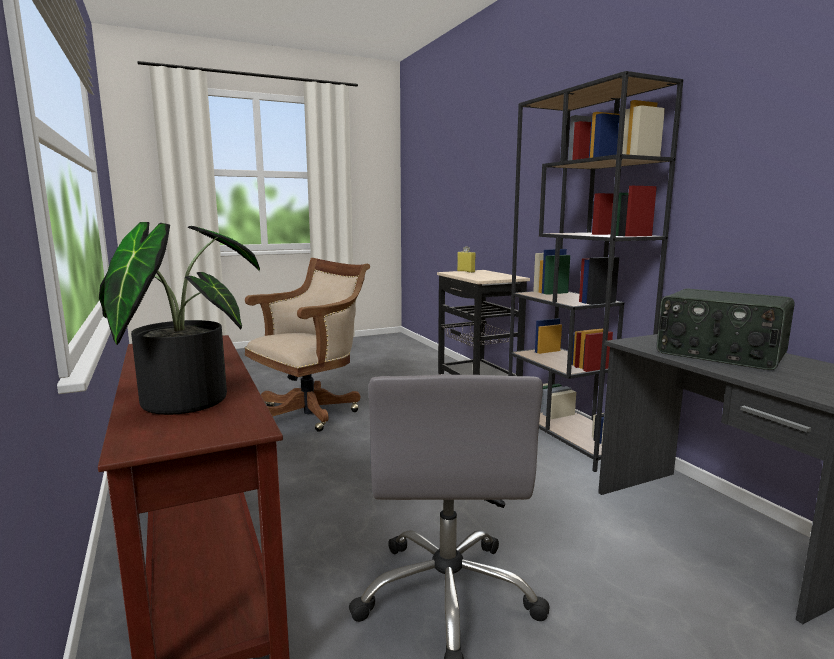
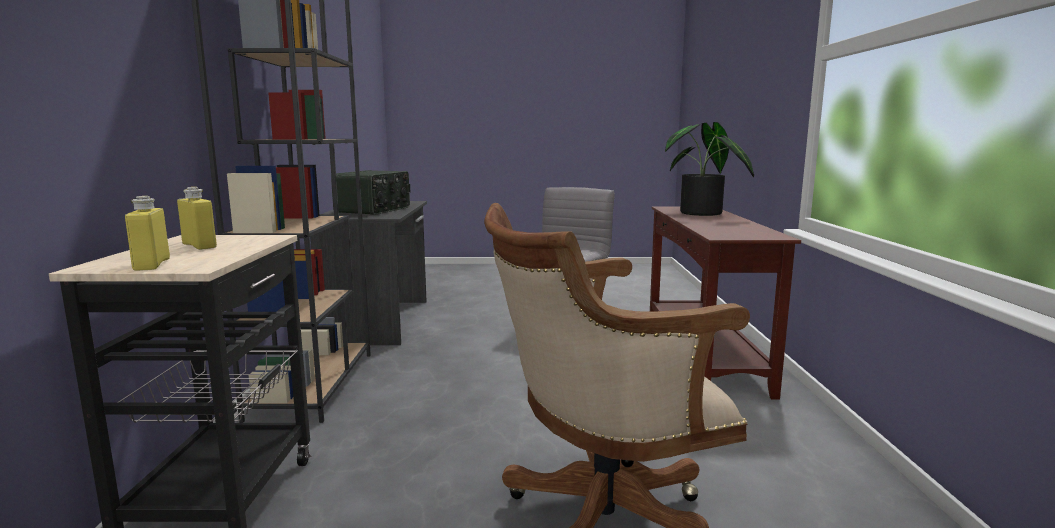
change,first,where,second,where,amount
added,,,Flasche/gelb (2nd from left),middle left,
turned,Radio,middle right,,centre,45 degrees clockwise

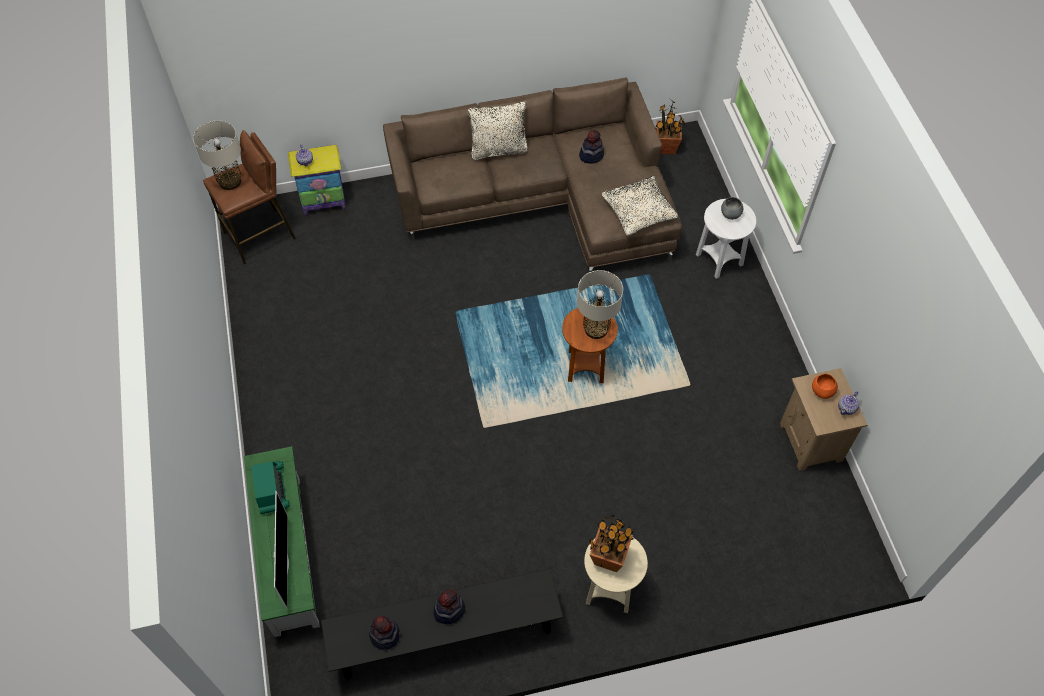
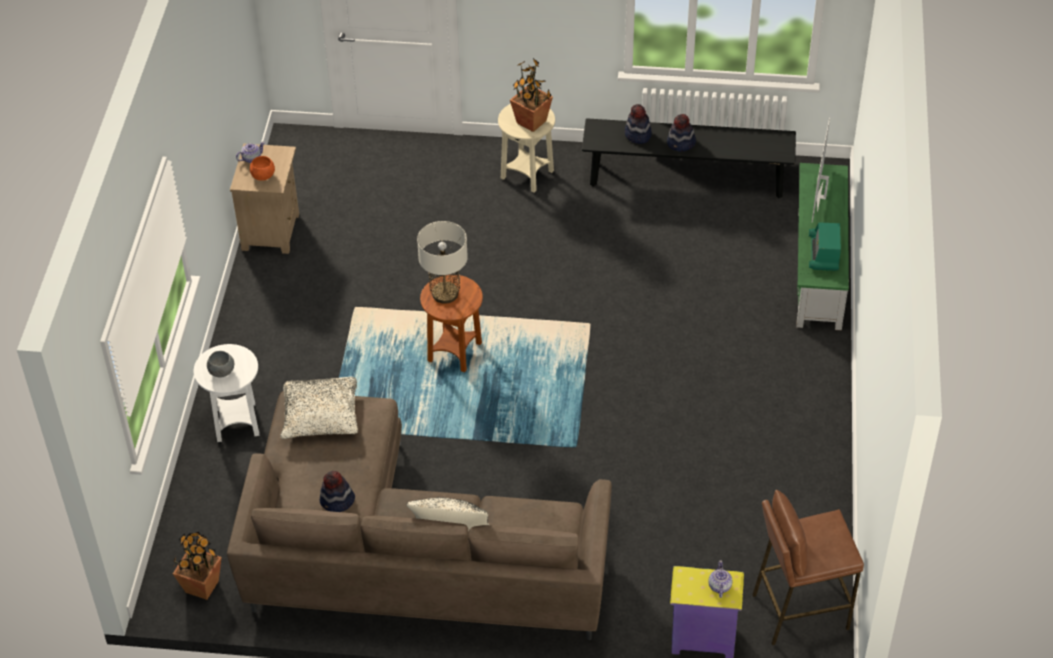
change,first,where,second,where,amount
moved,Hut (1st from left in the first image),bottom centre,Hut (2nd from left),top centre,
removed,Tischlampe (1st from left),top left,,,

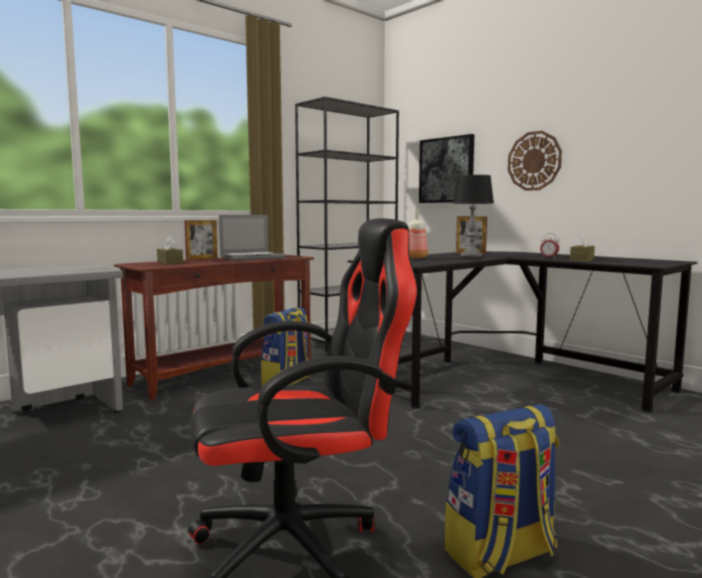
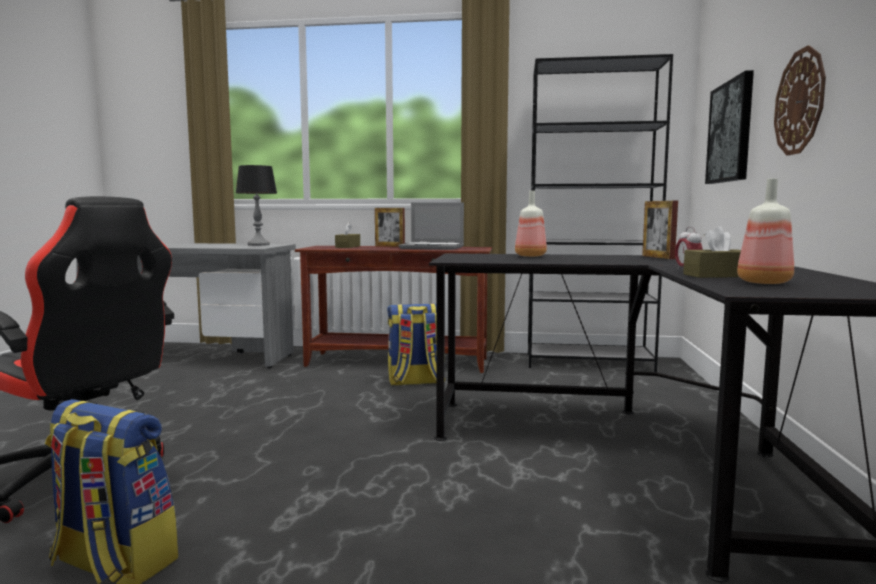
change,first,where,second,where,amount
moved,Tischlampe,middle right,,middle left,
added,,,Flasche (2nd from left),middle right,

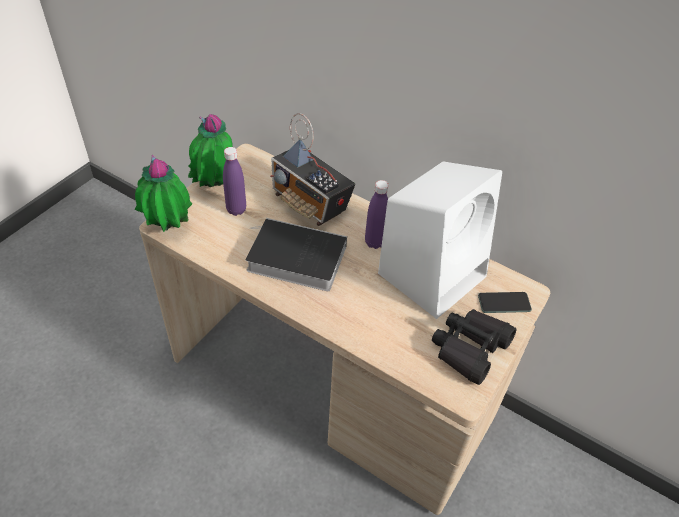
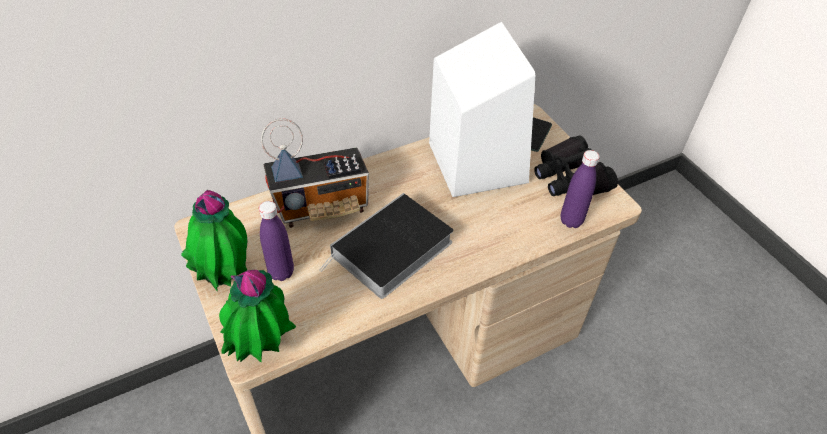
change,first,where,second,where,amount
moved,Flasche/lila (2nd from left),centre,,middle right,

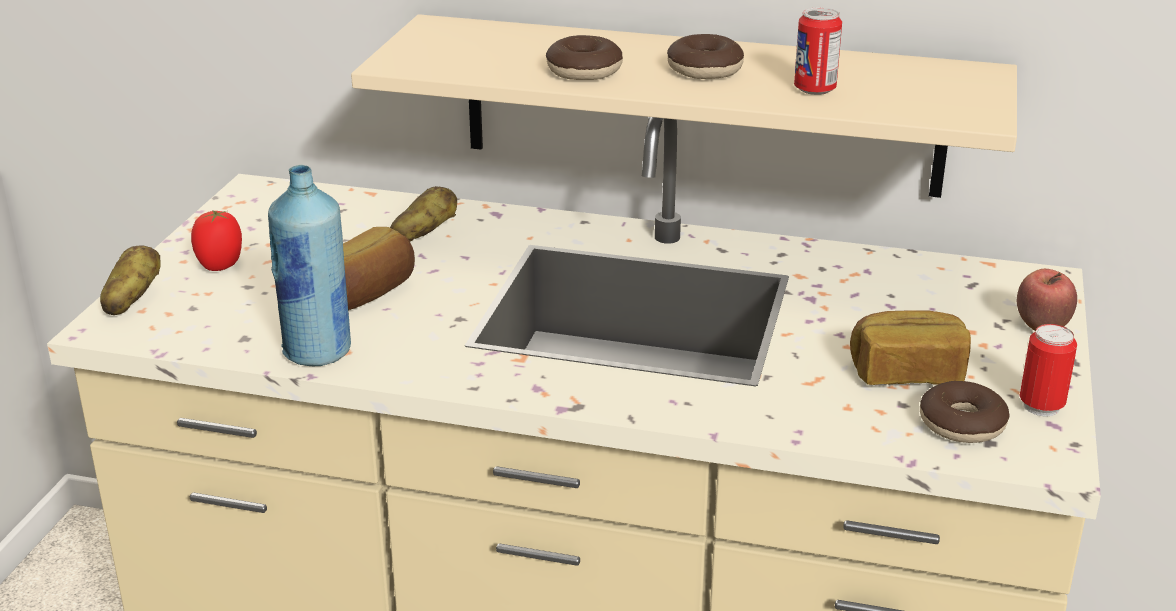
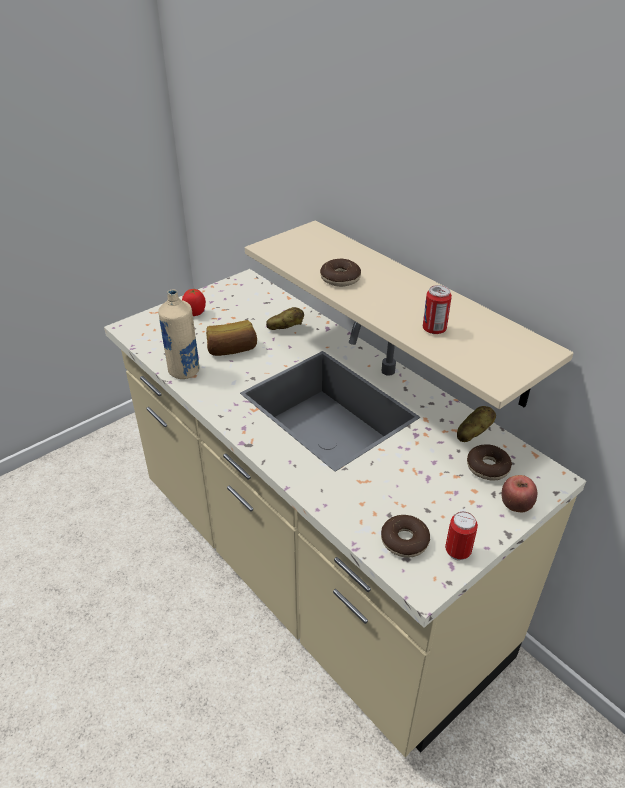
change,first,where,second,where,amount
recoloured,Flasche/blau,middle left,Flasche/beige,middle left,
moved,Kartoffel (1st from left in the first image),middle left,Kartoffel (2nd from left),middle right,
moved,Donut (2nd from left in the first image),top centre,Donut (3rd from left),middle right,
removed,Brot (2nd from left),middle right,,,

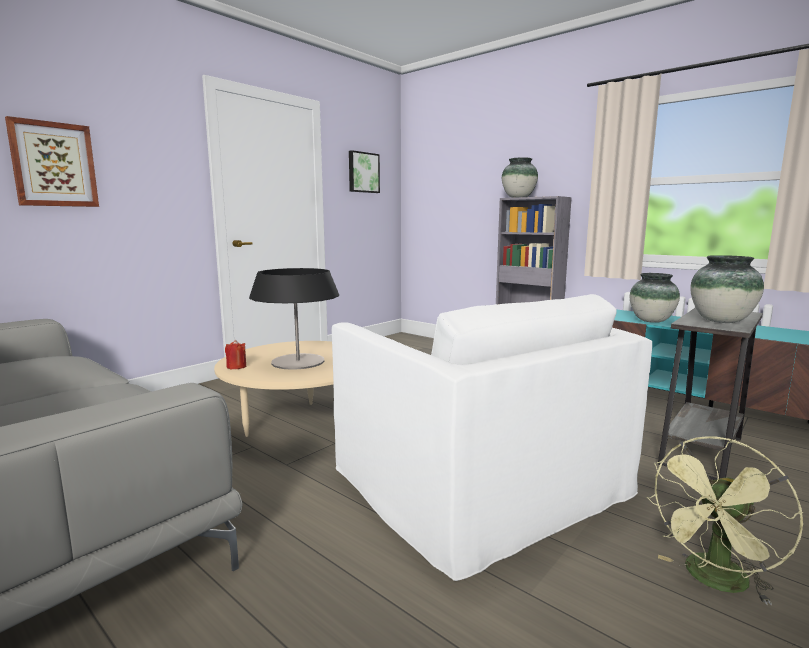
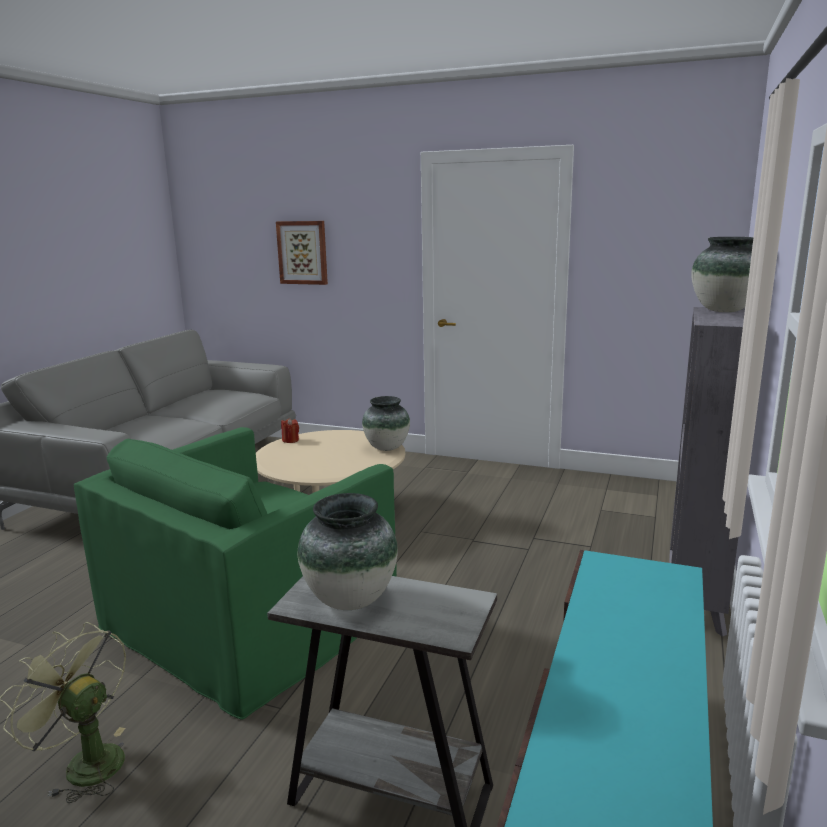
change,first,where,second,where,amount
recoloured,Sessel/weiß,bottom centre,Sessel/grün,bottom left,
moved,Vase (2nd from left),middle right,,centre,
removed,Tischlampe,centre,,,
removed,Bild (2nd from left),top centre,,,

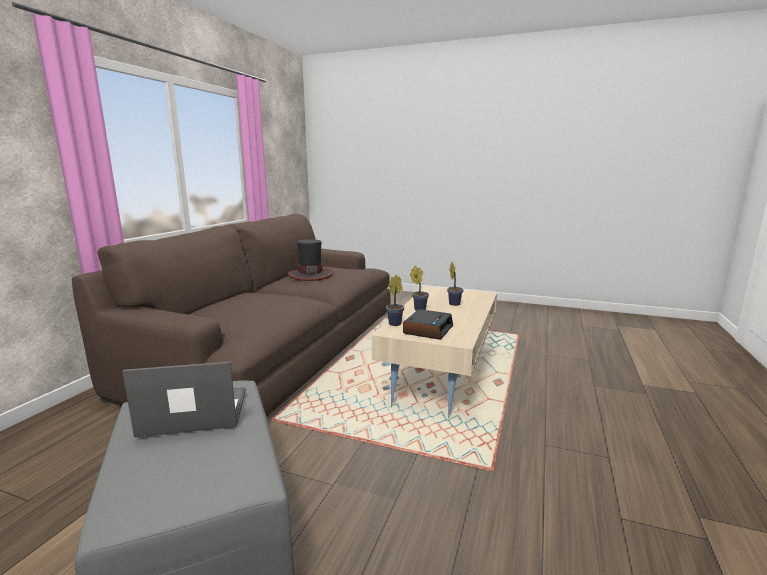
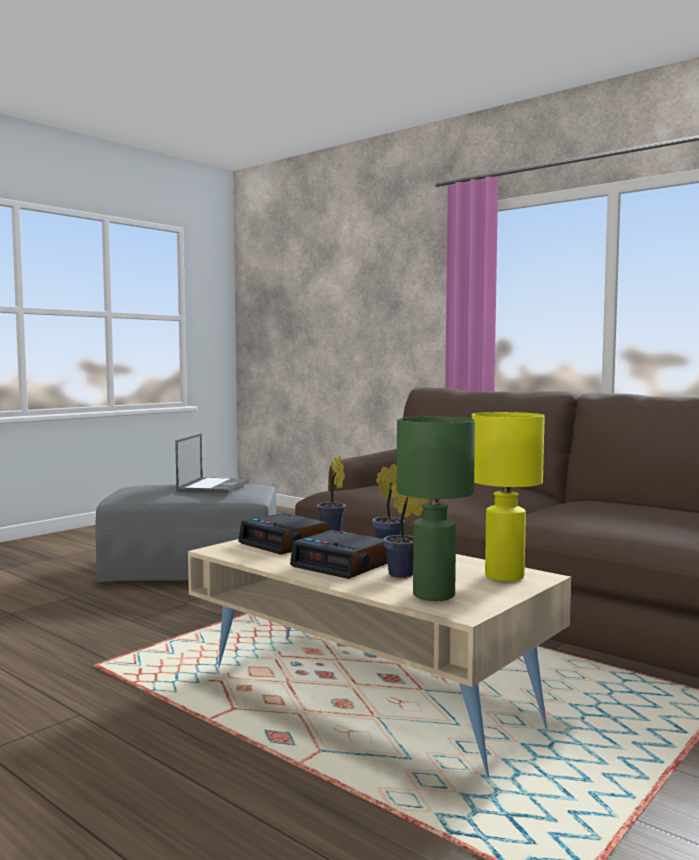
change,first,where,second,where,amount
added,,,Wecker (2nd from left),centre,
added,,,Tischlampe/grün,centre,
added,,,Tischlampe/gelb,middle right,
removed,Hut,centre,,,

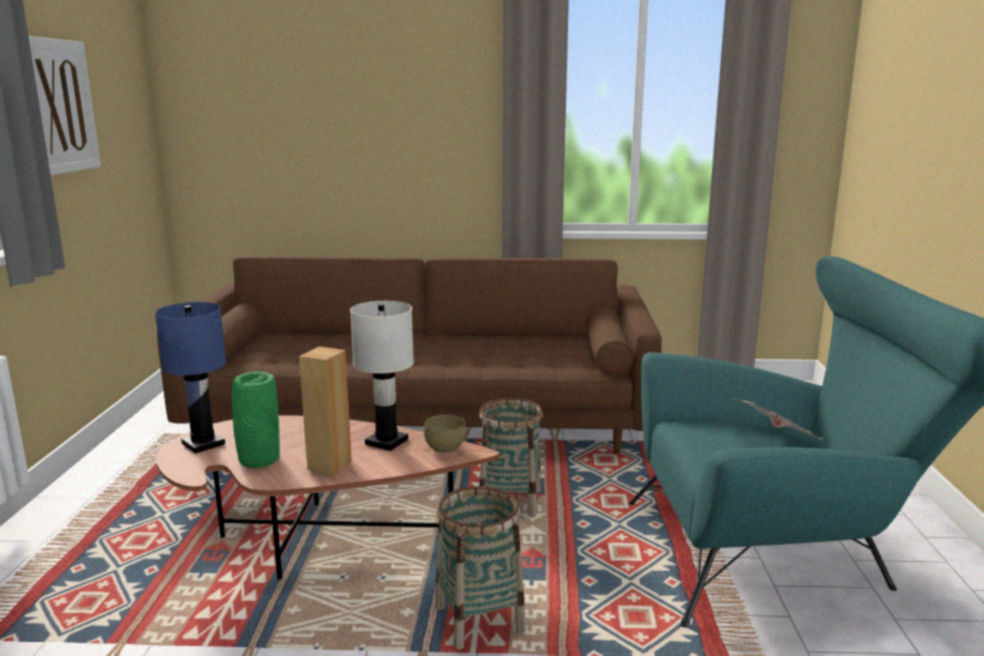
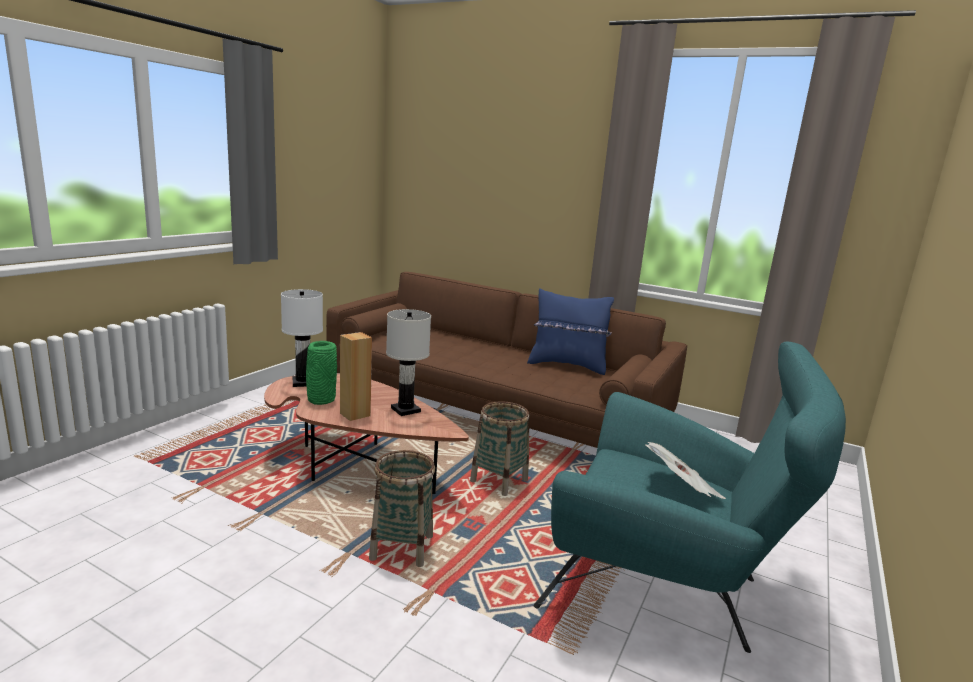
change,first,where,second,where,amount
recoloured,Tischlampe/blau,middle left,Tischlampe/weiß (1st from left),middle left,
added,,,Kissen/blau,centre,
removed,Bild,top left,,,
removed,Schüssel/braun,centre,,,

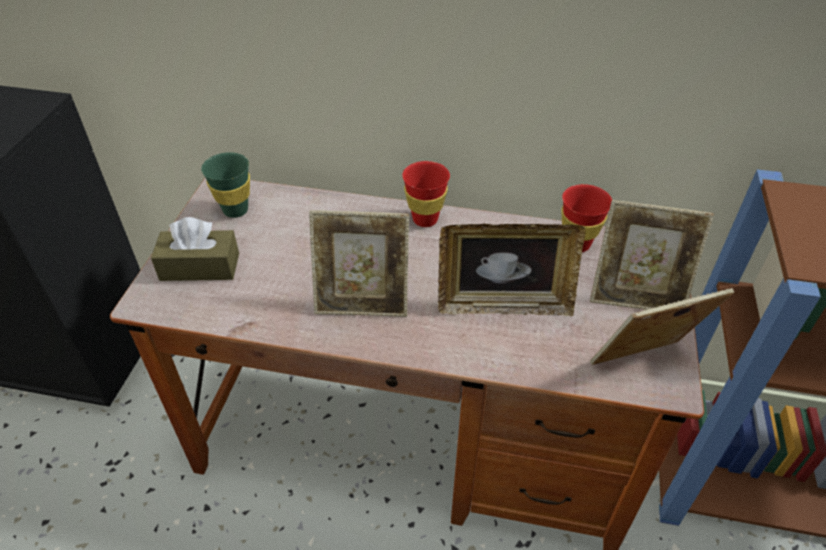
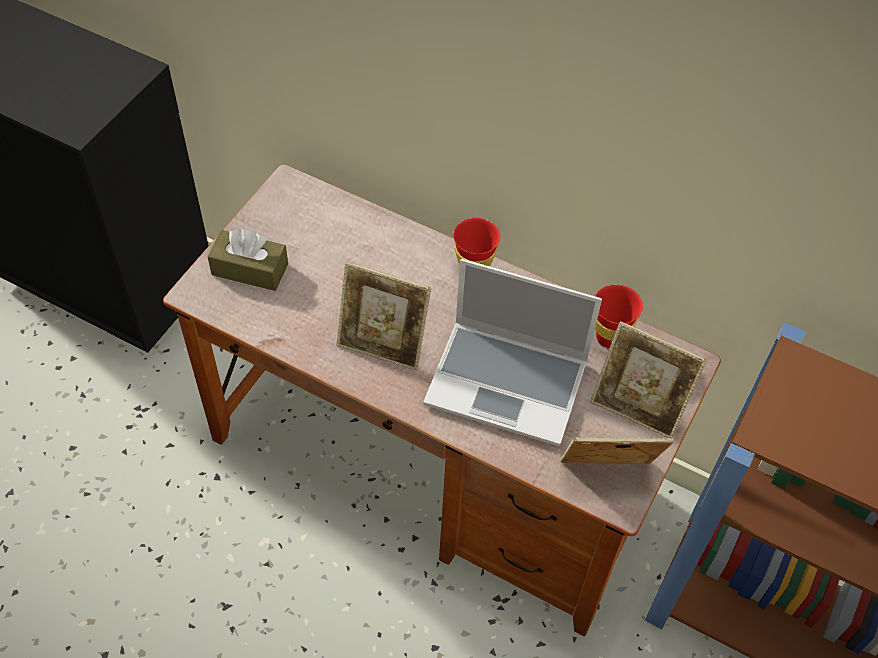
change,first,where,second,where,amount
replaced,Bilderrahmen (2nd from left),centre,Laptop,centre,
removed,Tasse/grün,middle left,,,

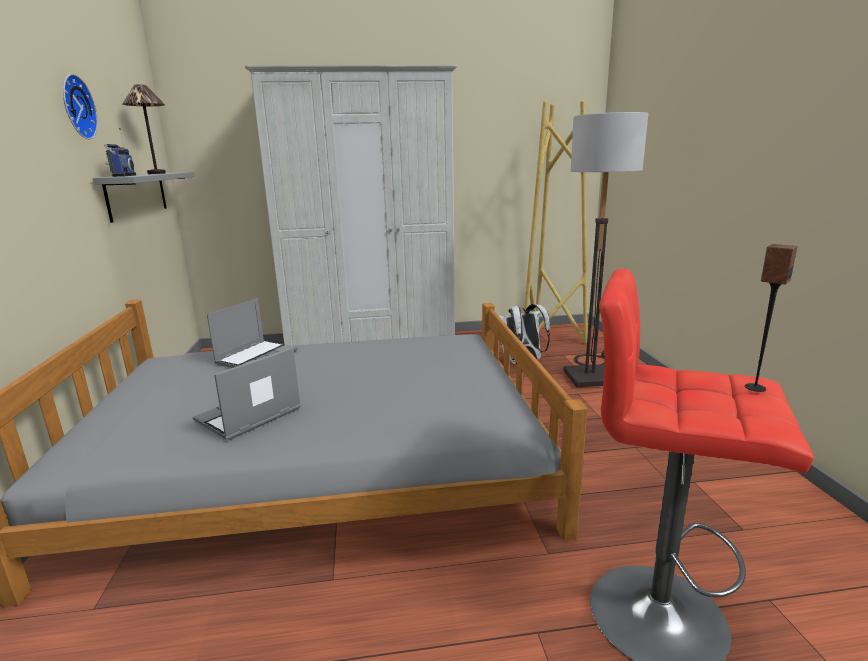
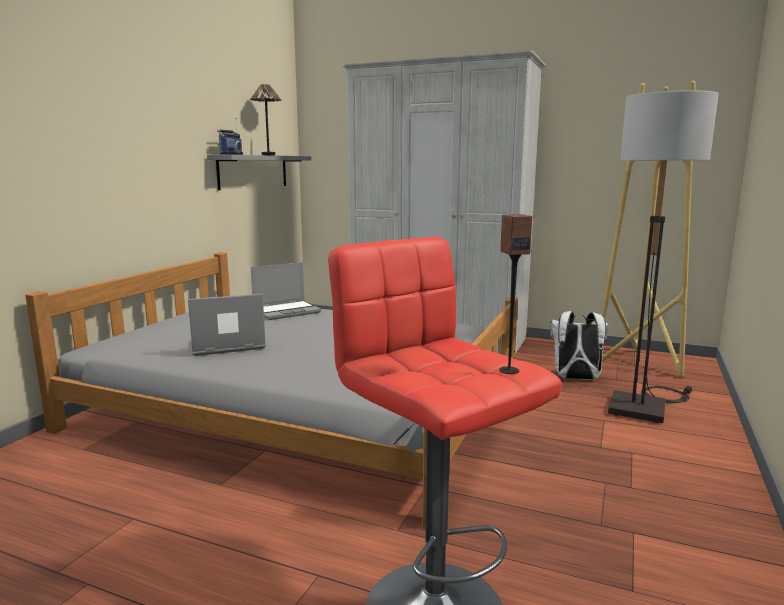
change,first,where,second,where,amount
removed,Wanduhr,top left,,,

